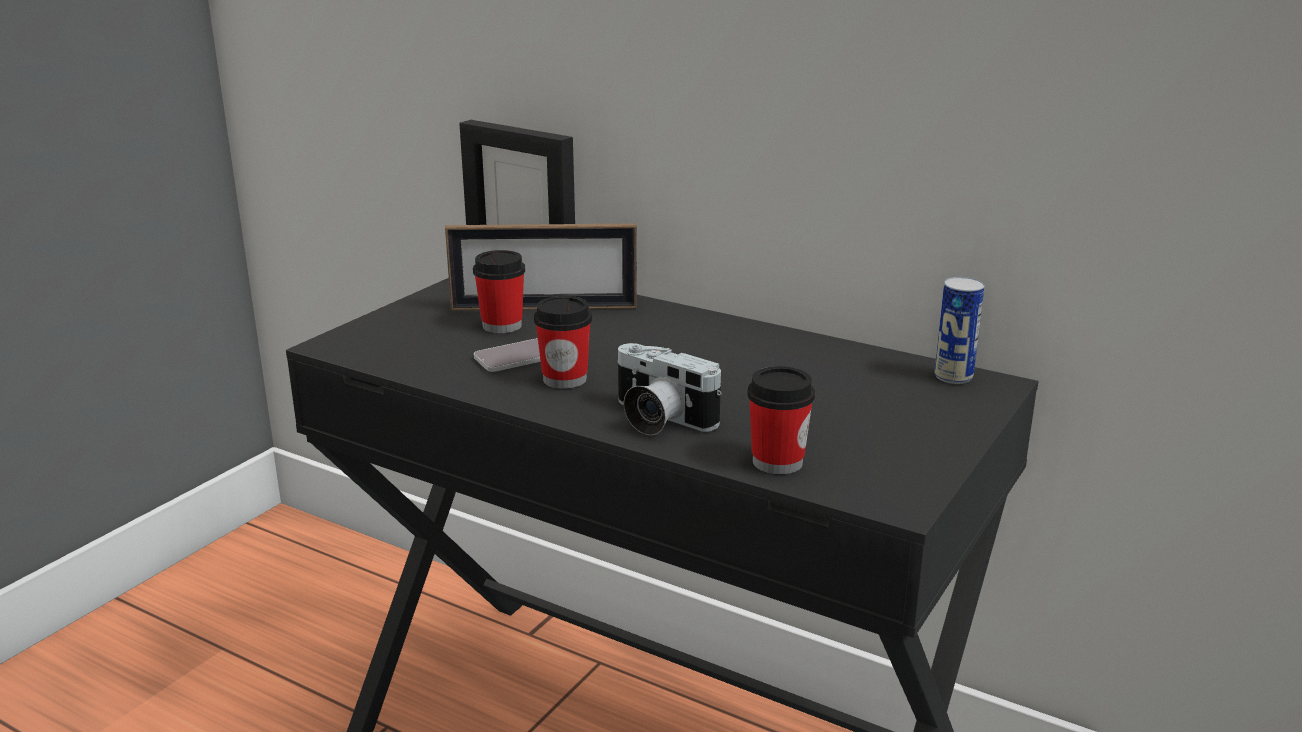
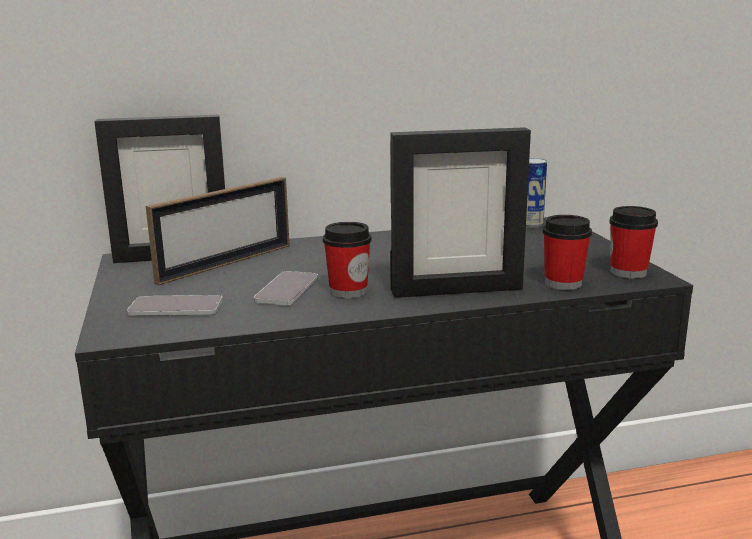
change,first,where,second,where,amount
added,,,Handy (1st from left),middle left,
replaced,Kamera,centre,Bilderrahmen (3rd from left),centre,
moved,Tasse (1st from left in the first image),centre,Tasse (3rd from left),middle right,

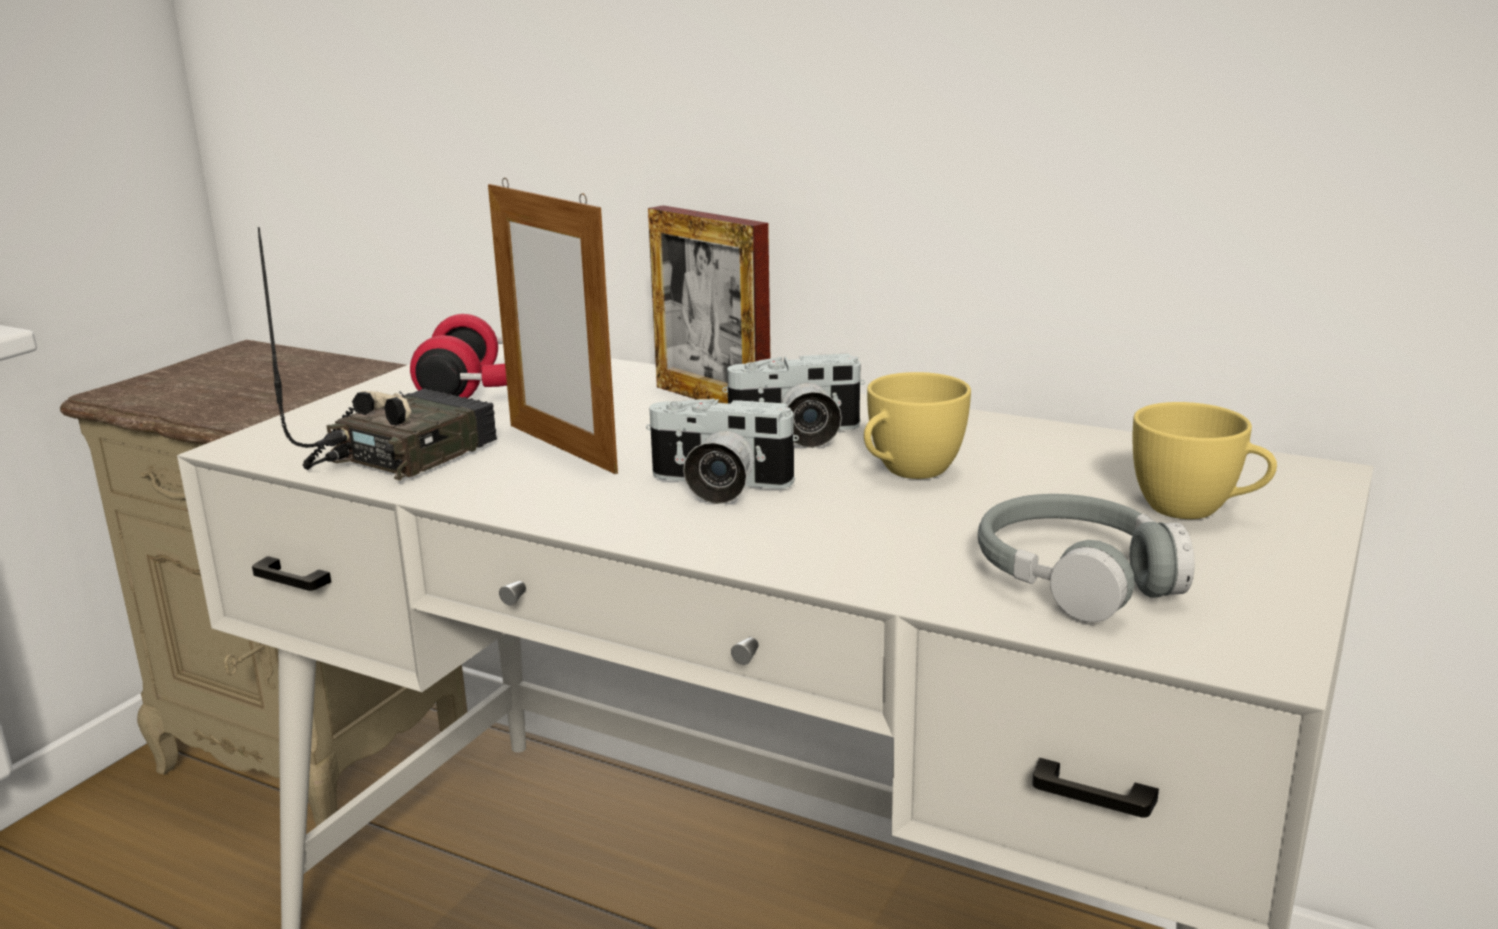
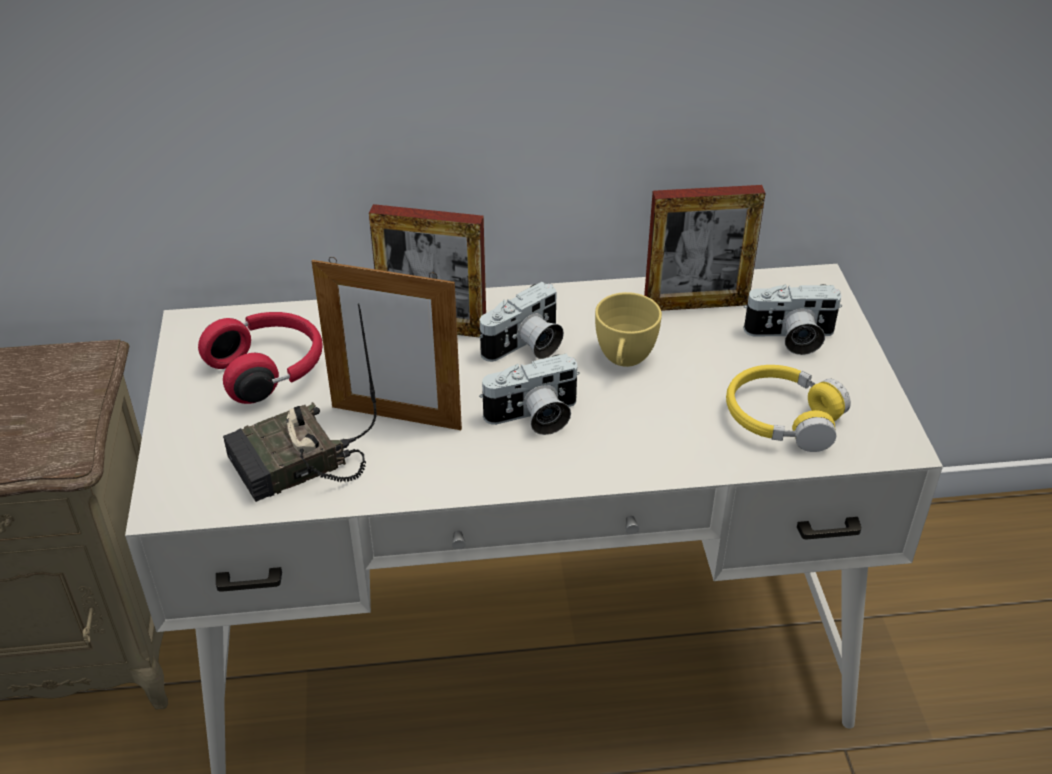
change,first,where,second,where,amount
turned,Radio,middle left,,middle left,120 degrees counterclockwise
added,,,Bilderrahmen (3rd from left),top right,
recoloured,Kopfhörer/grau,middle right,Kopfhörer/gelb,middle right,
replaced,Tasse/gelb (2nd from left),middle right,Kamera (3rd from left),middle right,

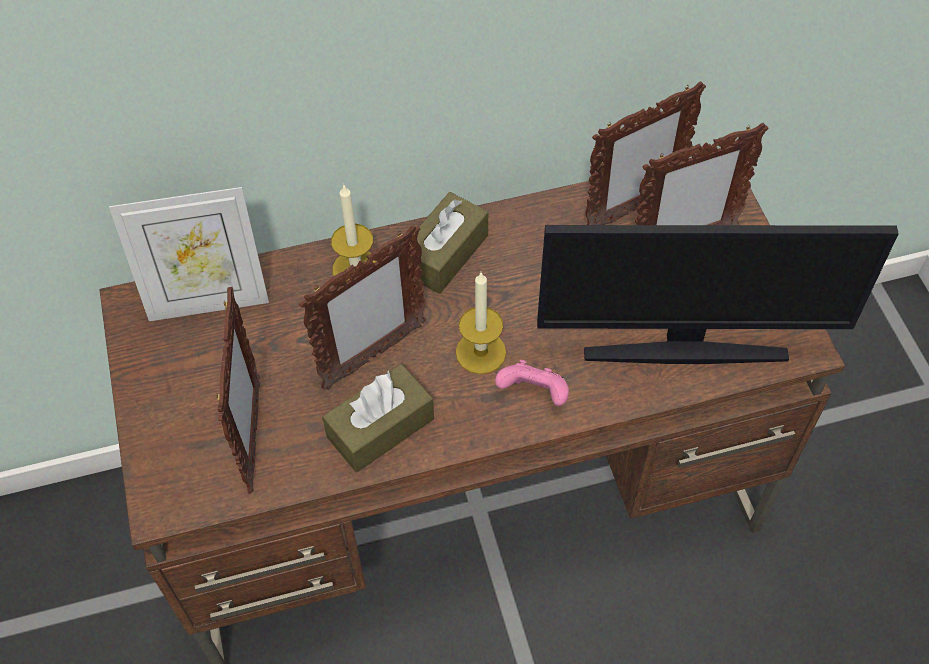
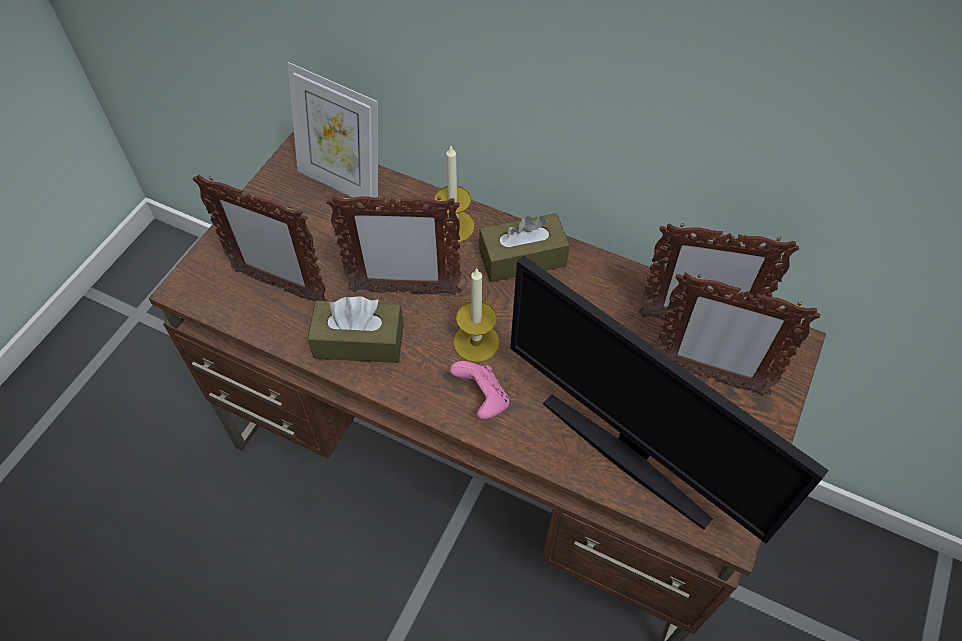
change,first,where,second,where,amount
turned,Bilderrahmen (2nd from left in the first image),middle left,Bilderrahmen (1st from left),middle left,75 degrees clockwise

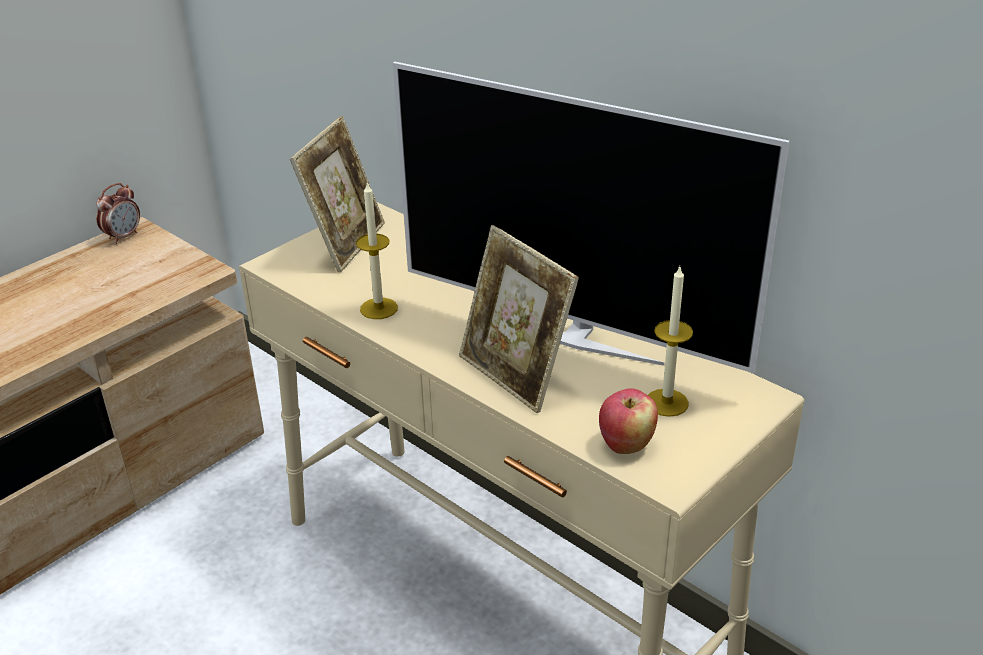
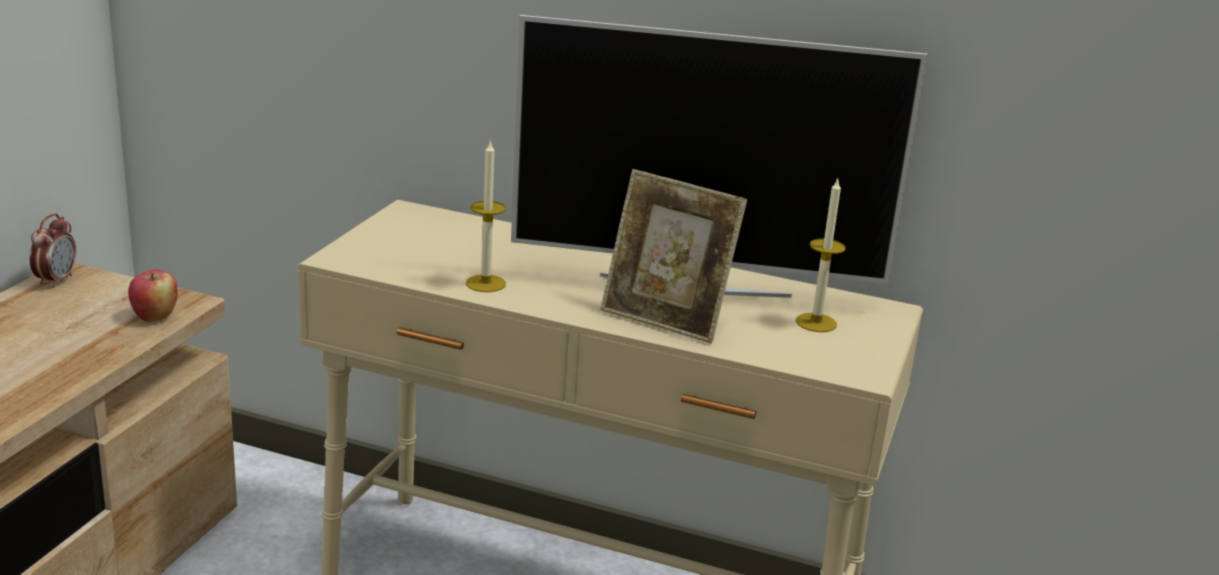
change,first,where,second,where,amount
moved,Apfel,centre,,middle left,
removed,Bilderrahmen (1st from left),top centre,,,

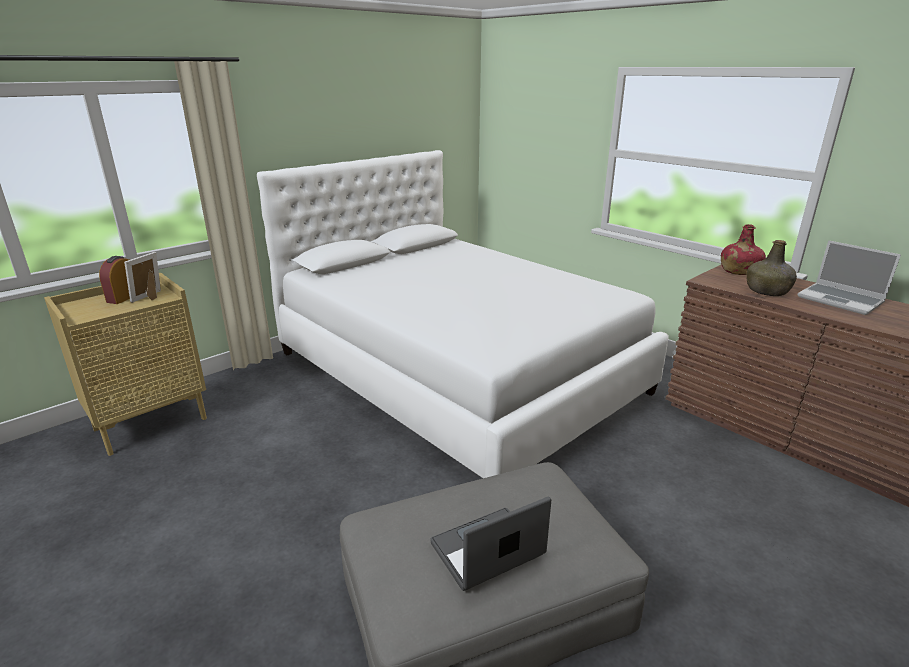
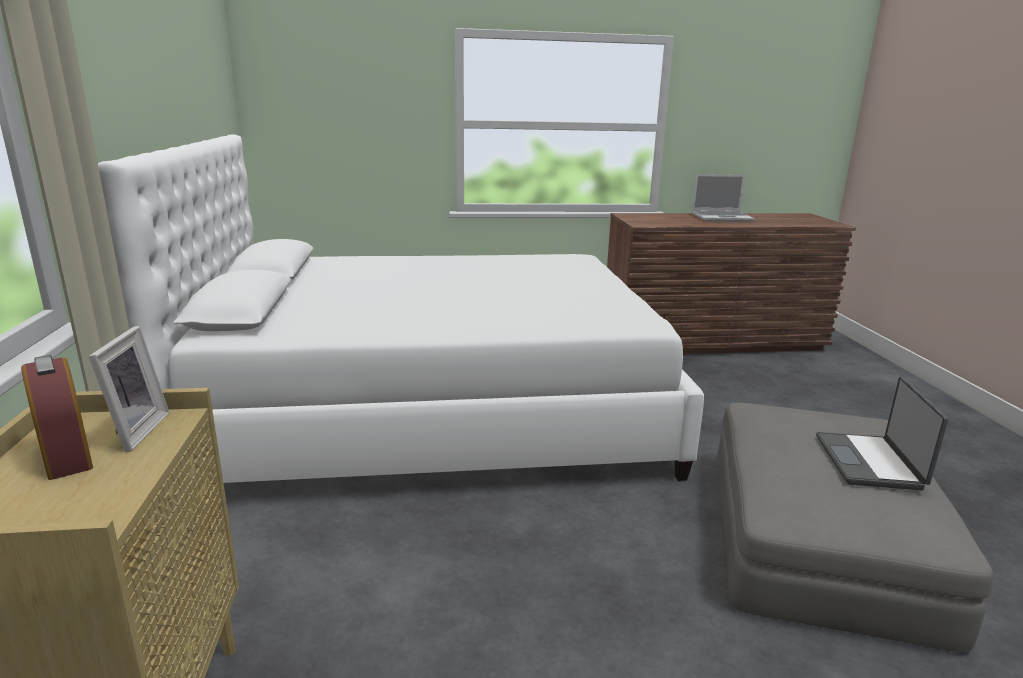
change,first,where,second,where,amount
turned,Bilderrahmen,middle left,,middle left,150 degrees counterclockwise
removed,Flasche/rot,middle right,,,
removed,Flasche/grün,middle right,,,

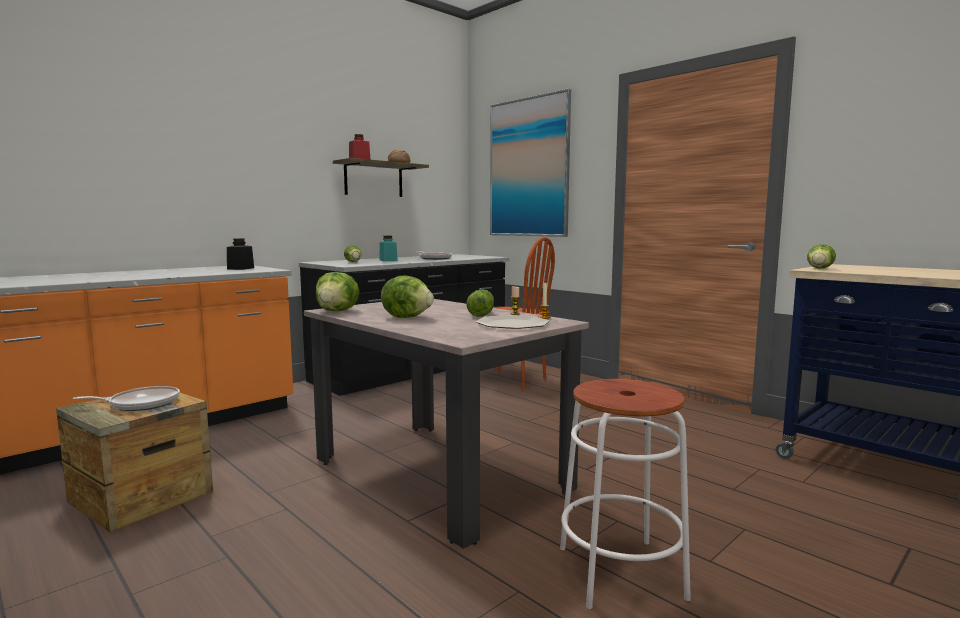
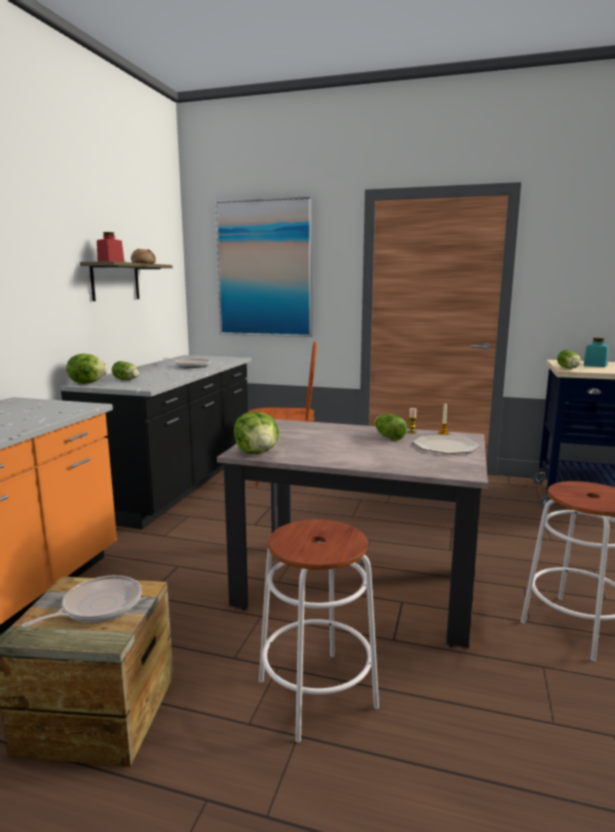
change,first,where,second,where,amount
moved,Salatkopf (3rd from left in the first image),centre,Salatkopf (1st from left),middle left,
added,,,Hocker/weiß (1st from left),bottom centre,
moved,Vorratsglas/türkis,centre,,middle right,
removed,Vorratsglas/schwarz,middle left,,,

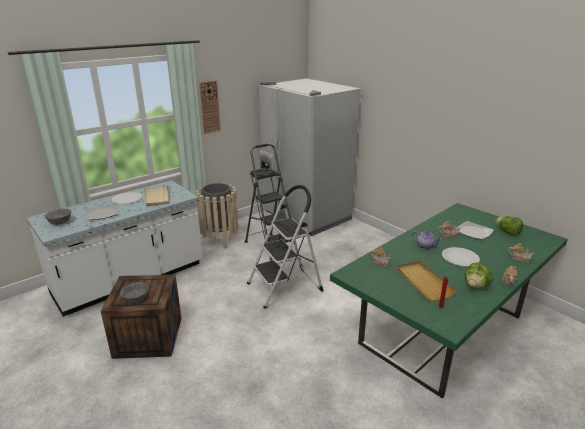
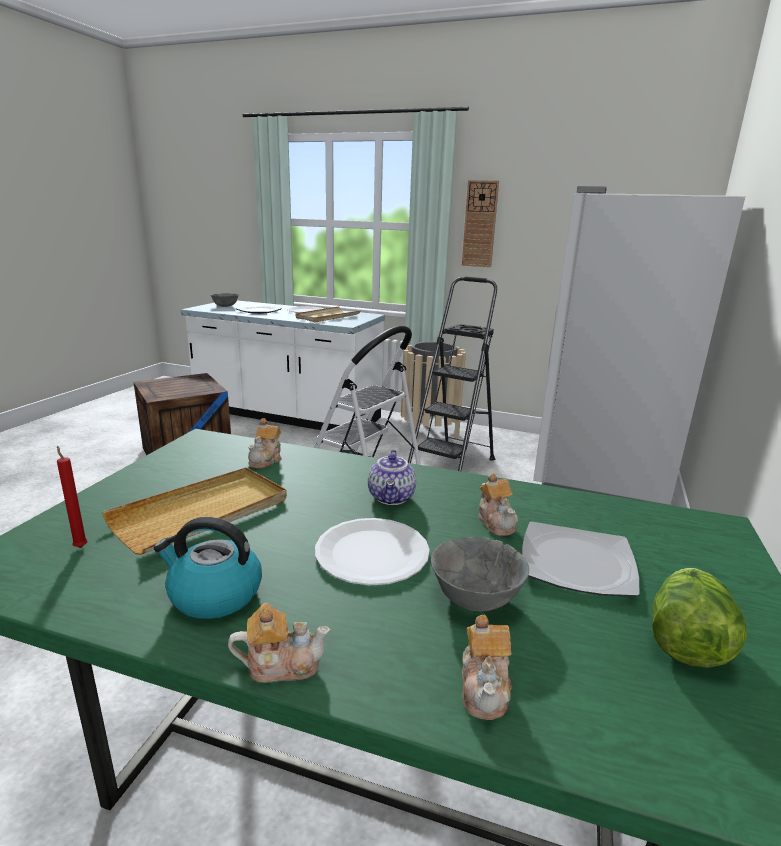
change,first,where,second,where,amount
replaced,Salatkopf (1st from left),middle right,Wasserkessel,bottom left,
moved,Schüssel/grau (2nd from left),bottom left,,bottom centre,

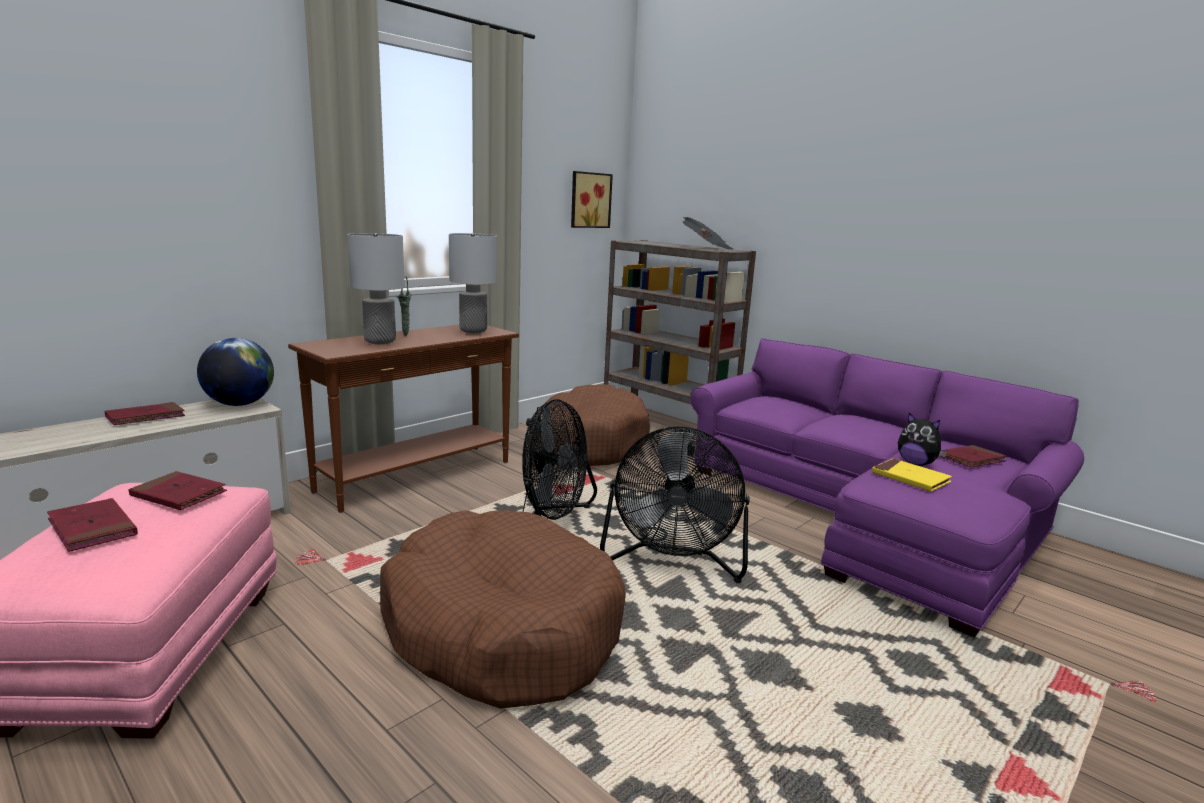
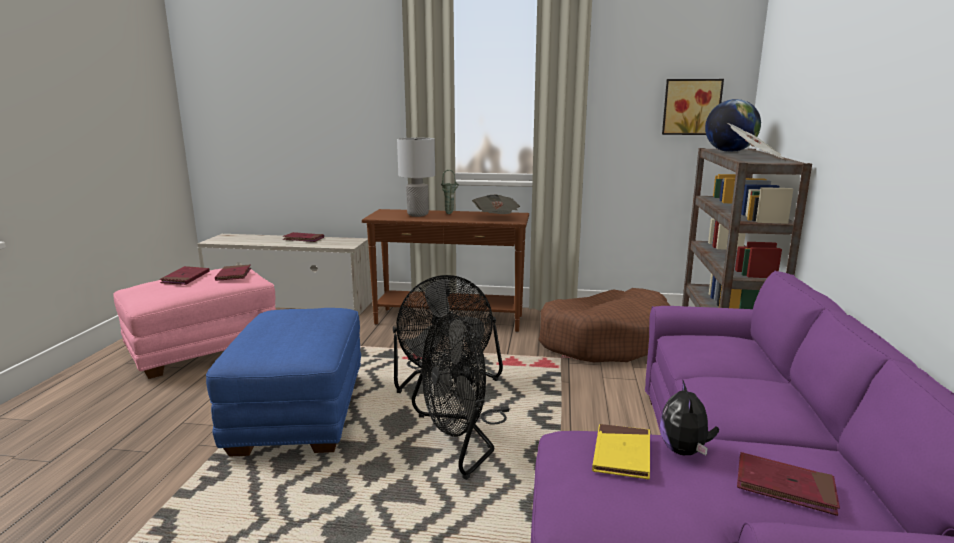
change,first,where,second,where,amount
replaced,Hundebett/braun (1st from left),bottom centre,Polsterhocker/blau,bottom left,
replaced,Tischlampe/grau (2nd from left),centre,Zeitung (1st from left),centre,
moved,Globus,middle left,,top right,

